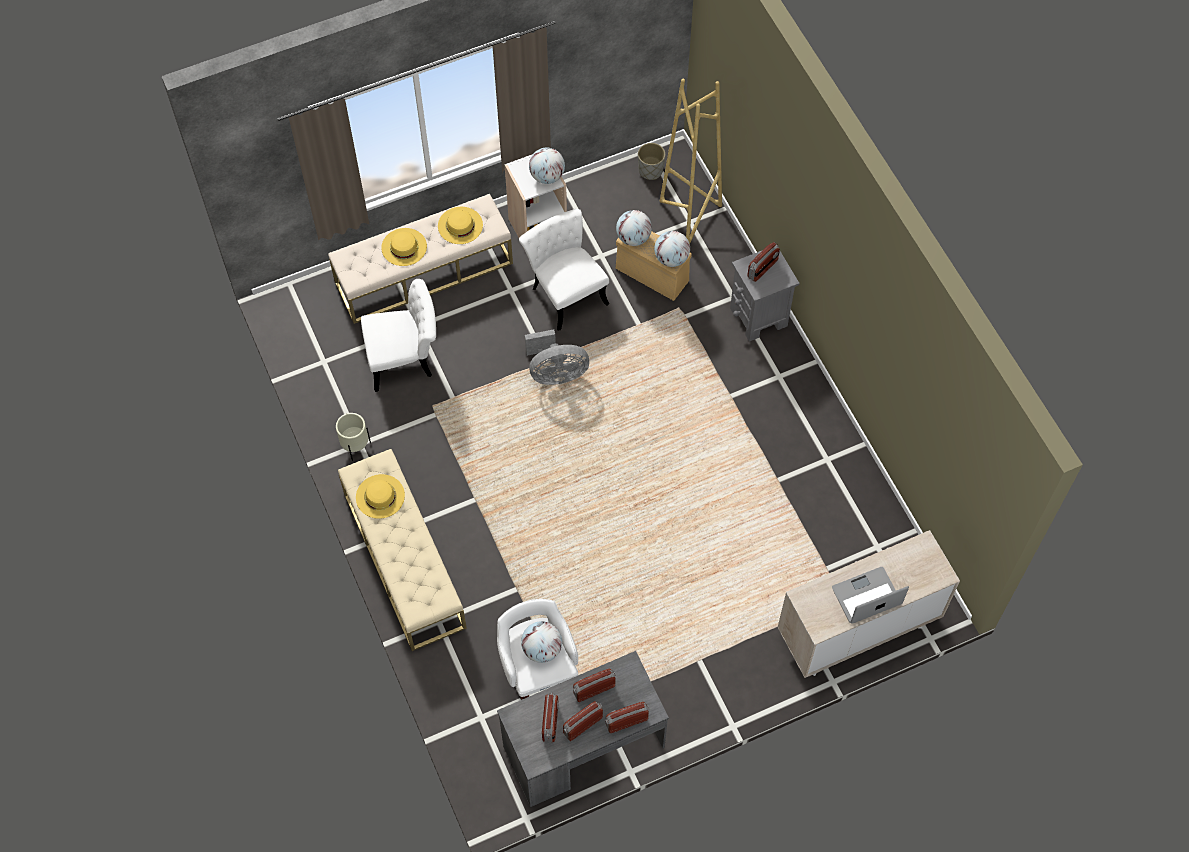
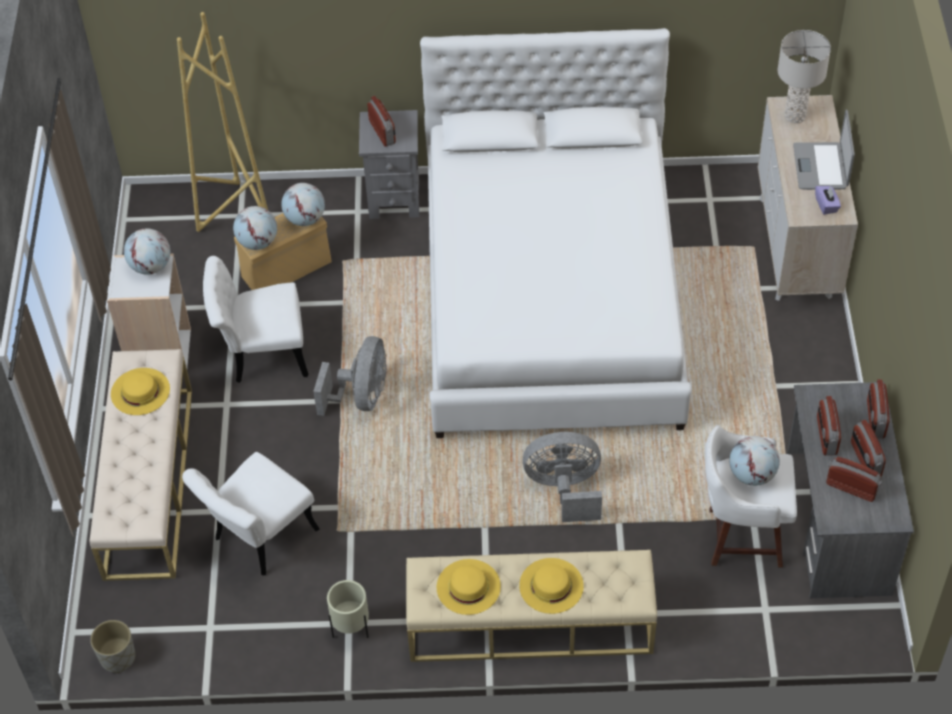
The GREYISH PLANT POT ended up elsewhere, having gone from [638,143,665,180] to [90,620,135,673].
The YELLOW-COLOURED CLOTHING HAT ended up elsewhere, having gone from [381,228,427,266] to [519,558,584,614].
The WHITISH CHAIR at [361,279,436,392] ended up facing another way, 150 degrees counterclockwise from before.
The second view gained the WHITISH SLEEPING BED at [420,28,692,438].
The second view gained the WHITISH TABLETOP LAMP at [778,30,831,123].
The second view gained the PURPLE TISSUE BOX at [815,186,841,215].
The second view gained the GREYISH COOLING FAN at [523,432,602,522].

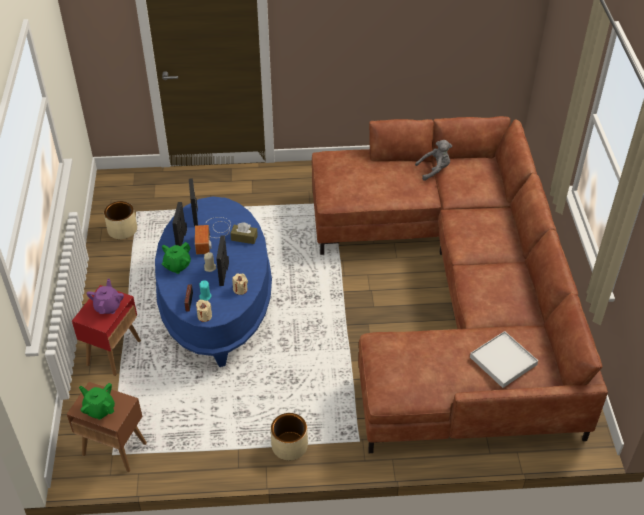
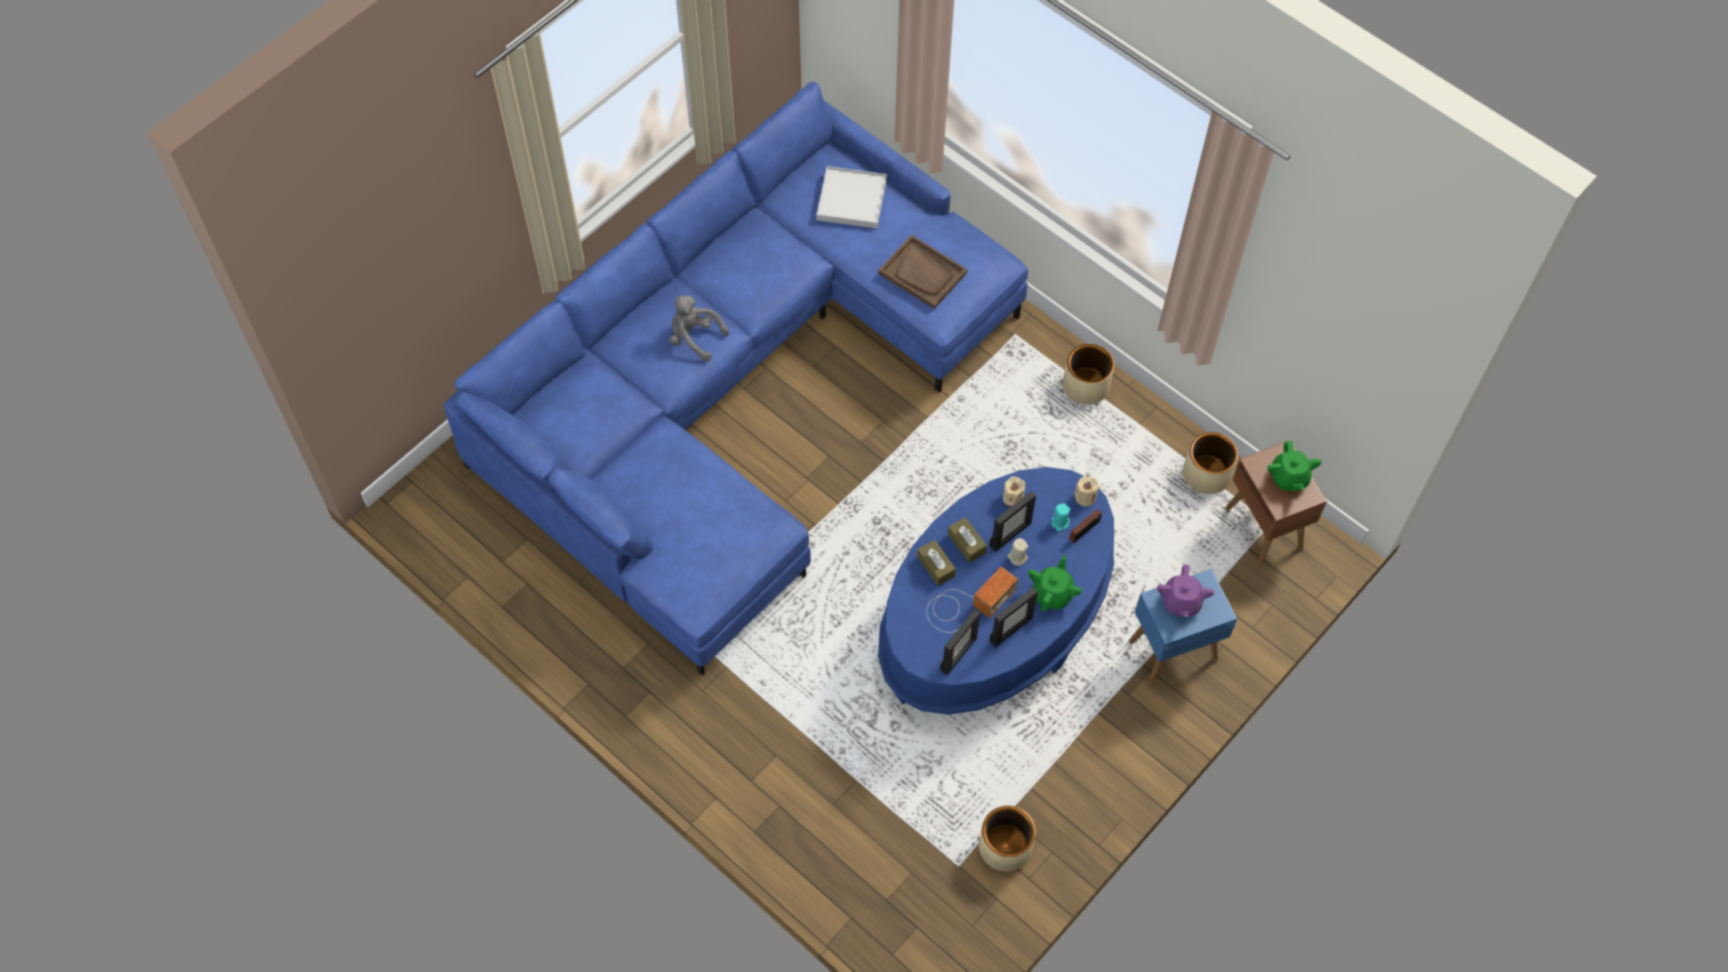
What was the BROWNISH SETTEE at [312,116,608,453] turned into the BLUE-COLOURED SETTEE at [444,82,1028,675].
The GREYISH SOFT TOY ended up elsewhere, having gone from [415,140,452,181] to [670,295,729,361].
The GREEN TEAPOT at [162,242,191,274] ended up facing another way, 60 degrees counterclockwise from before.
The PURPLE TEAPOT at [86,279,124,314] ended up facing another way, 45 degrees counterclockwise from before.
What was the RED ACCENT TABLE at [72,285,141,376] turned into the BLUE-COLOURED ACCENT TABLE at [1129,569,1237,685].
The second view gained the BROWNISH TRAY at [879,235,967,309].
The second view gained the BEIGE-COLOURED PLANT POT at [1183,432,1238,494].
The second view gained the BROWNISH TISSUE BOX at [948,517,987,563].

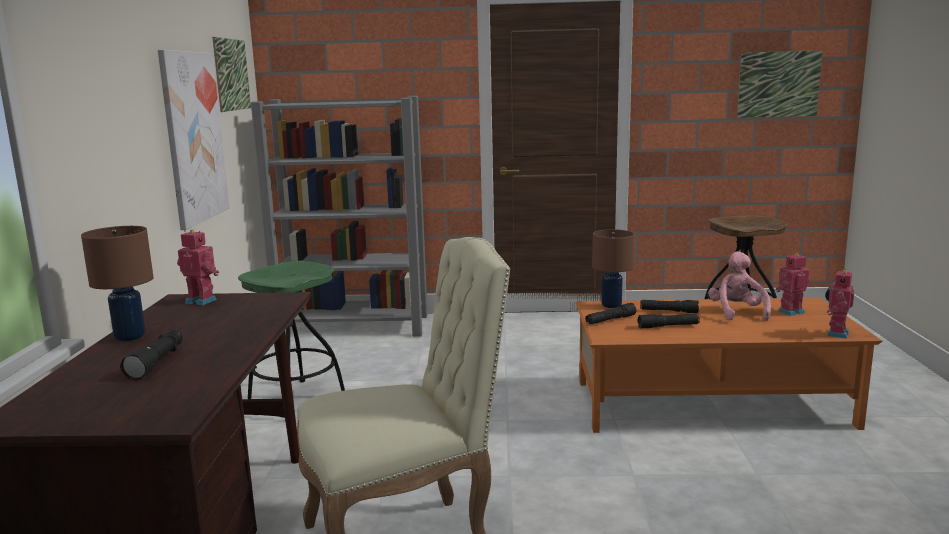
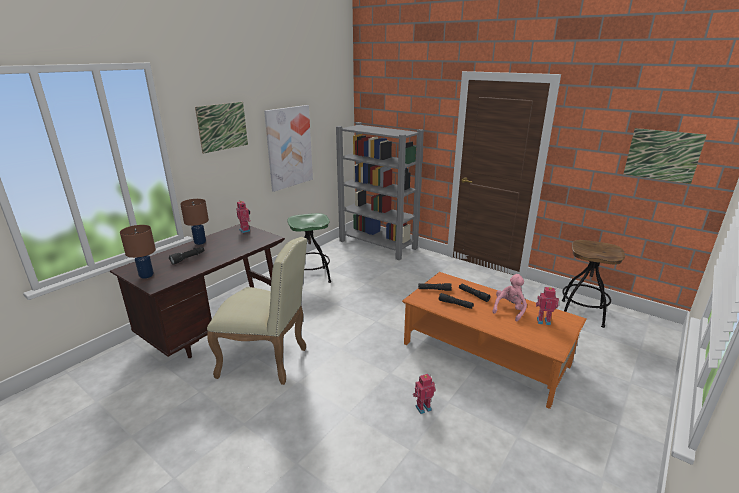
The WALL ART ended up elsewhere, having gone from [212,37,251,112] to [195,102,248,154].
The BROWNISH TABLETOP LAMP ended up elsewhere, having gone from [592,229,634,308] to [120,225,156,279].
The MODEL ROBOT ended up elsewhere, having gone from [825,269,855,339] to [413,374,436,414].

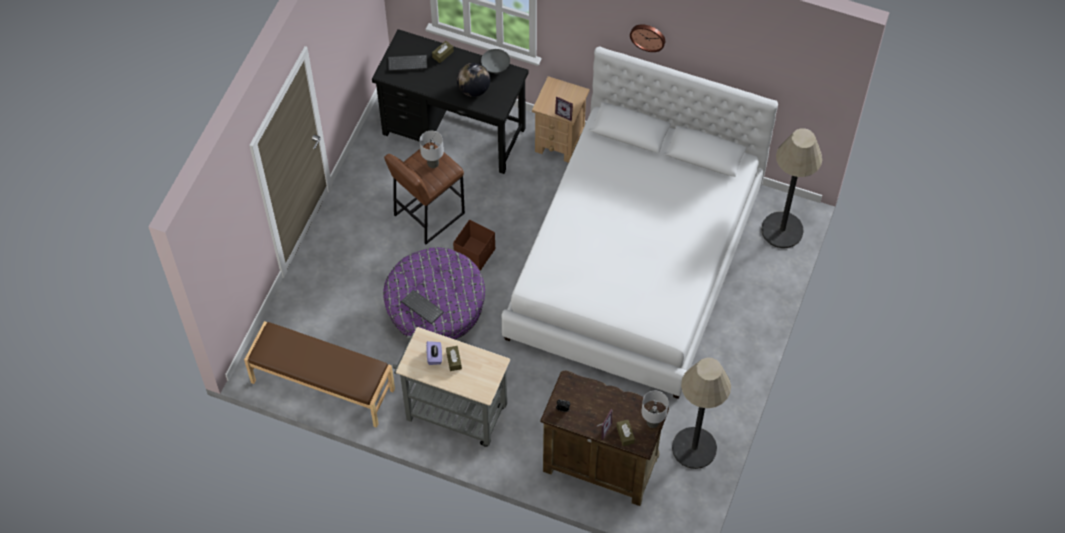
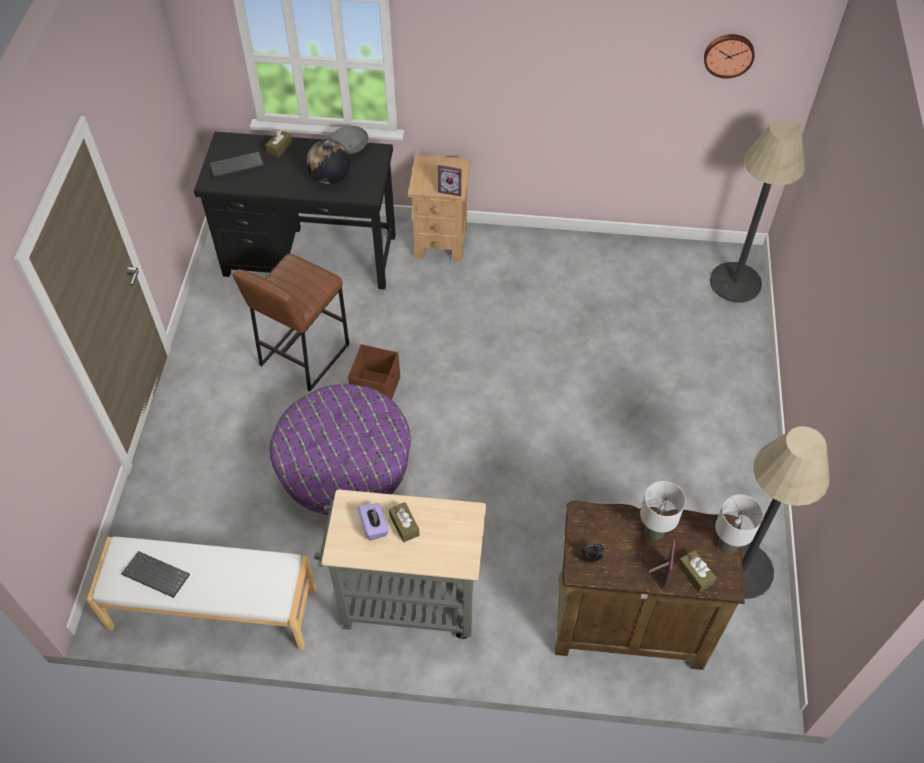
The WALL CLOCK ended up elsewhere, having gone from [630,25,665,52] to [704,34,755,79].
The second view lost the WHITISH SLEEPING BED at [502,46,778,399].
The WHITISH TABLETOP LAMP ended up elsewhere, having gone from [420,131,444,168] to [640,481,686,541].
The COMPUTER KEYBOARD ended up elsewhere, having gone from [401,290,444,324] to [121,551,190,598].
What was the BROWNISH BENCH at [244,321,395,428] turned into the WHITISH BENCH at [87,537,316,650].

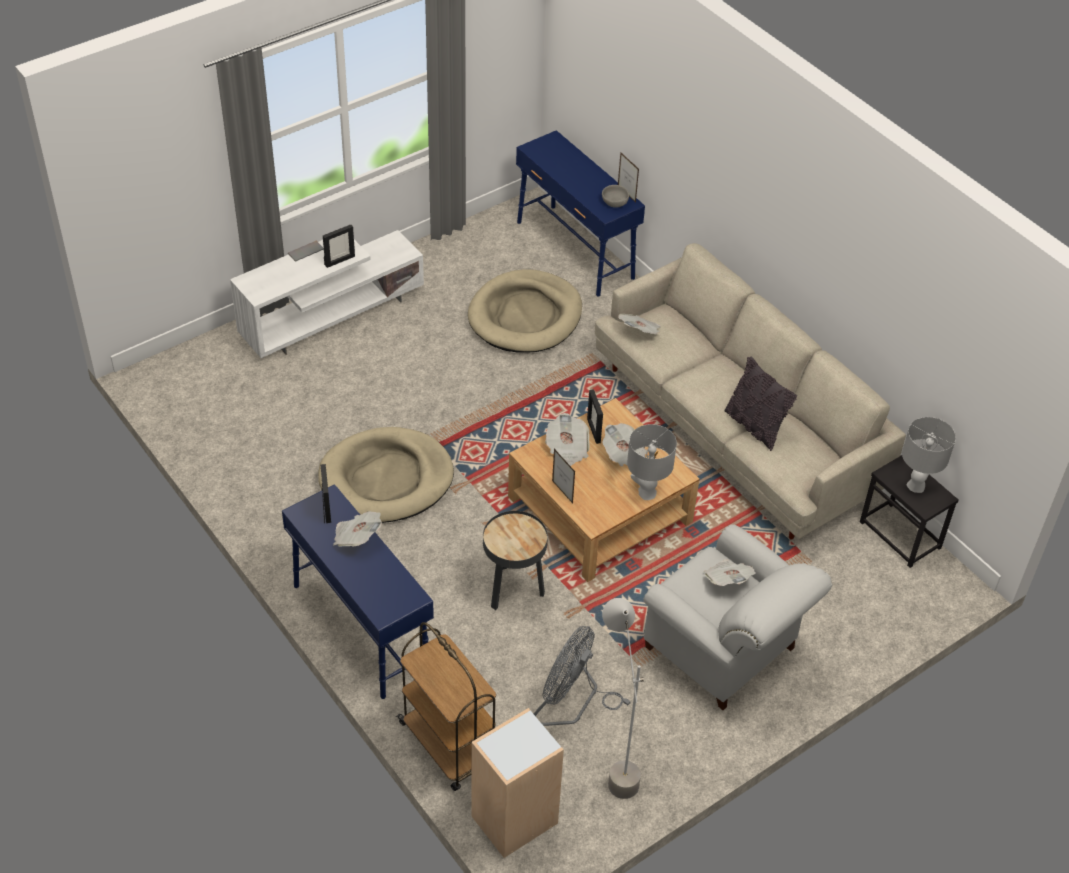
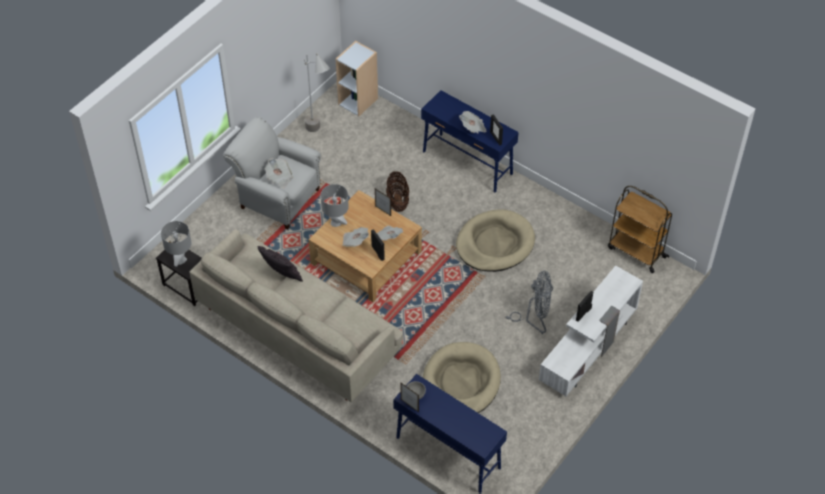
The second view lost the PRINTED PAPER at [618,314,661,335].
Where the BLACK ACCENT TABLE stood at [483,511,548,610], the HOUSEHOLD BASKET came to stand at [386,172,409,212].
The BROWNISH TROLLEY ended up elsewhere, having gone from [396,622,496,791] to [608,186,672,273].
The GREYISH COOLING FAN ended up elsewhere, having gone from [534,626,631,726] to [506,270,553,334].

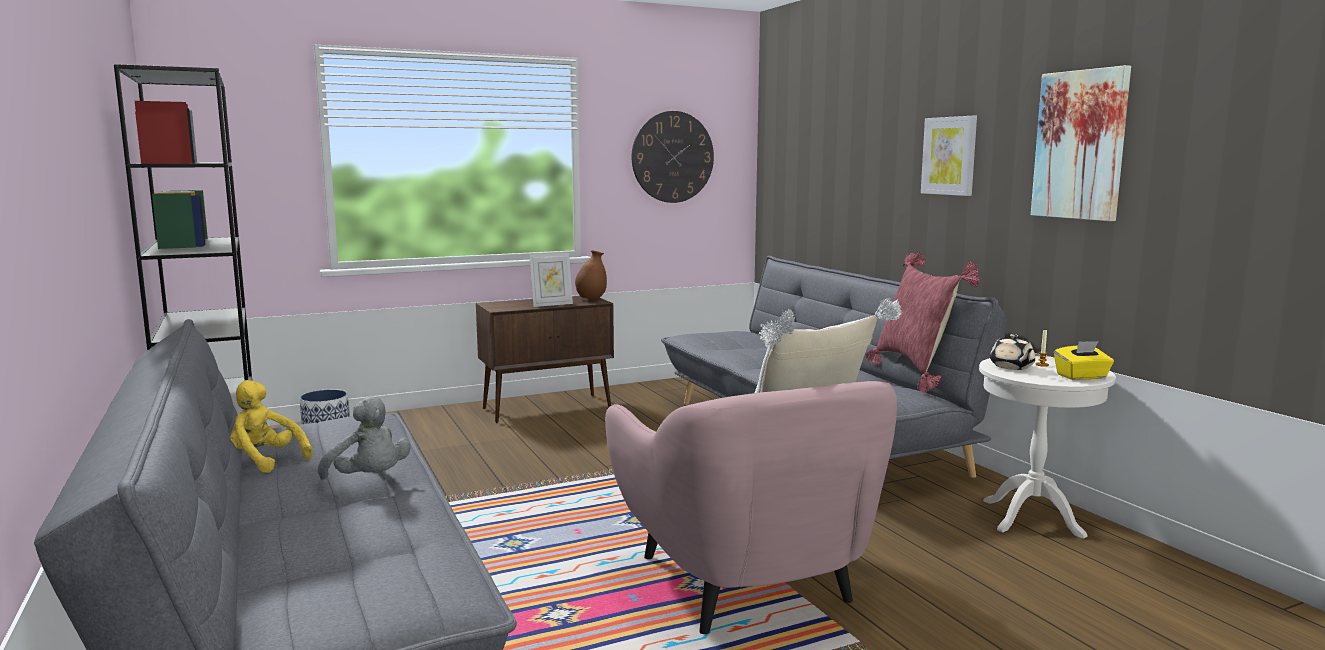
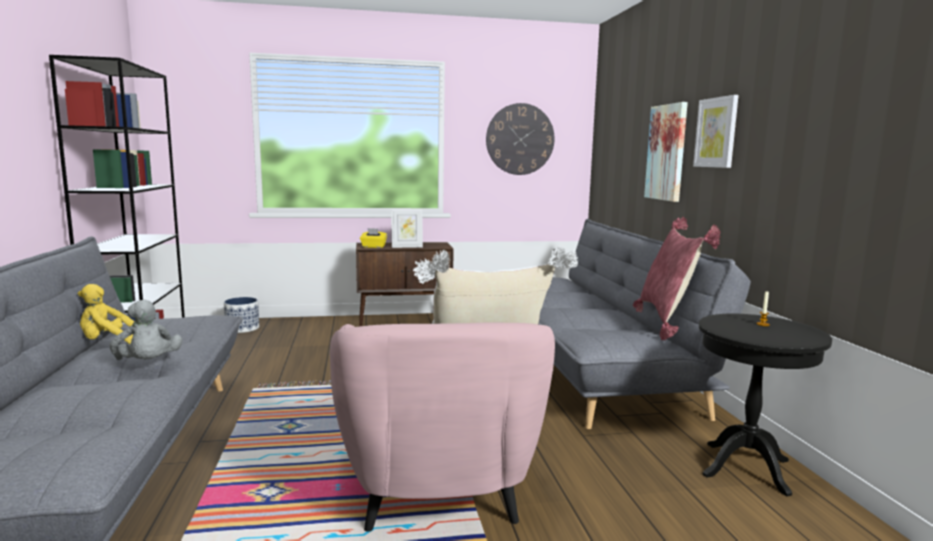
The WALL ART ended up elsewhere, having gone from [1031,65,1131,221] to [644,102,688,202].
The second view lost the BROWNISH DECORATIVE VASE at [575,250,607,300].
The second view lost the BEIGE-COLOURED TEAPOT at [990,334,1035,370].
The YELLOW-COLOURED TISSUE BOX ended up elsewhere, having gone from [1054,341,1114,380] to [360,228,387,248].
What was the WHITISH ACCENT TABLE at [979,356,1116,539] turned into the BLACK ACCENT TABLE at [699,314,832,496].
The YELLOW-COLOURED SOFT TOY at [230,380,313,473] ended up facing another way, 60 degrees counterclockwise from before.

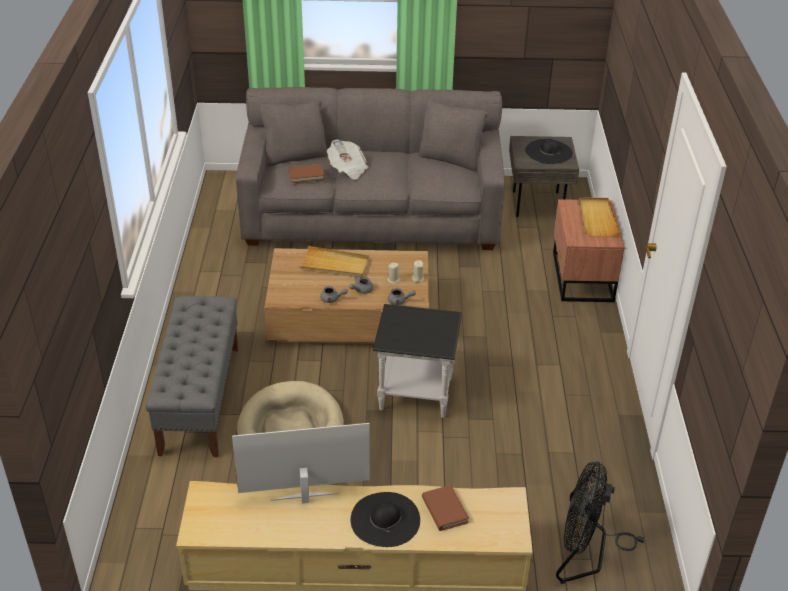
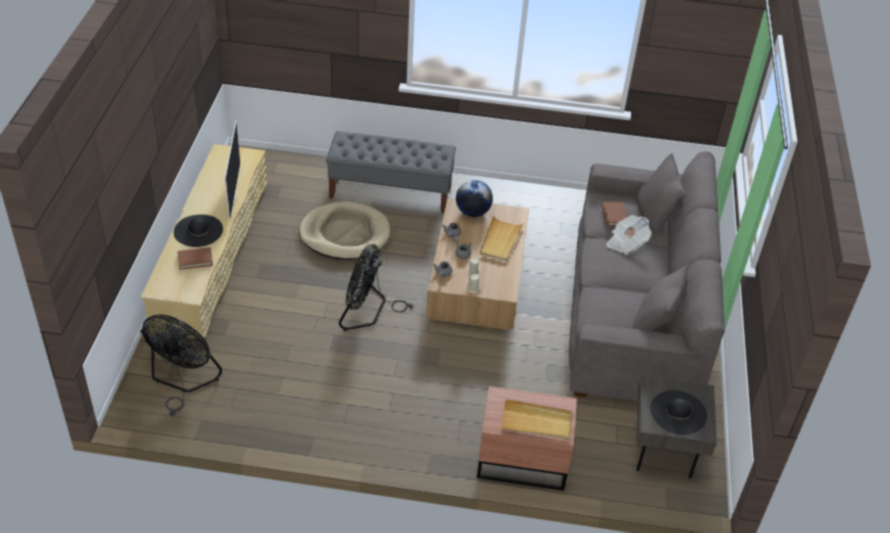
Where the BLACK ACCENT TABLE stood at [372,304,462,418], the BLACK COOLING FAN came to stand at [339,244,414,331].
The second view gained the DESK GLOBE at [456,180,493,217].

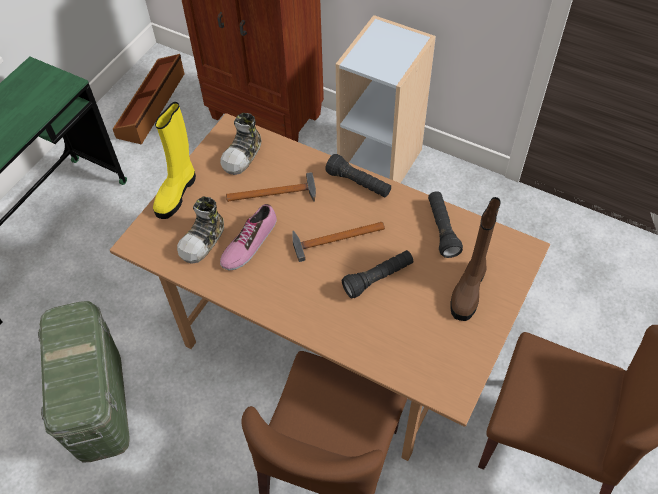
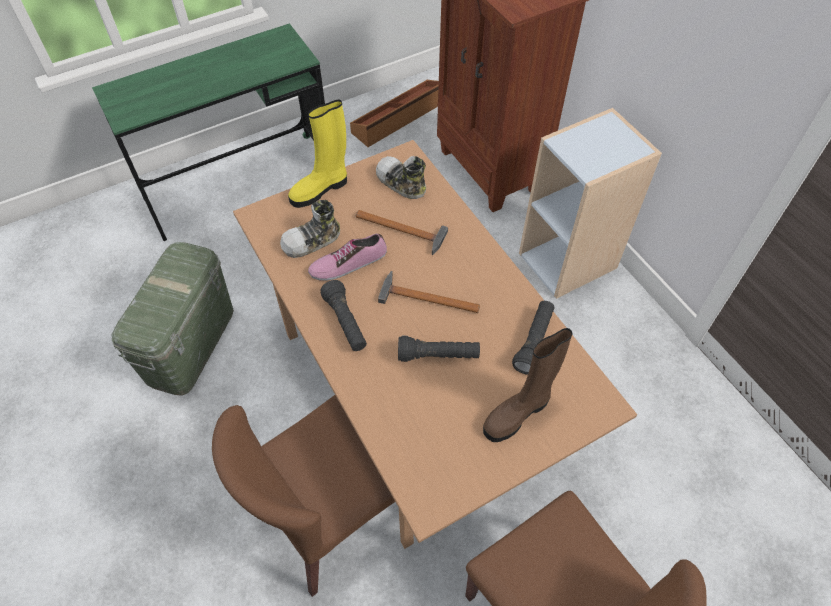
The LOW SHOE at [220,113,261,175] ended up facing another way, 75 degrees clockwise from before.
The BLACK FLASHLIGHT ended up elsewhere, having gone from [325,154,391,197] to [321,280,367,351].

